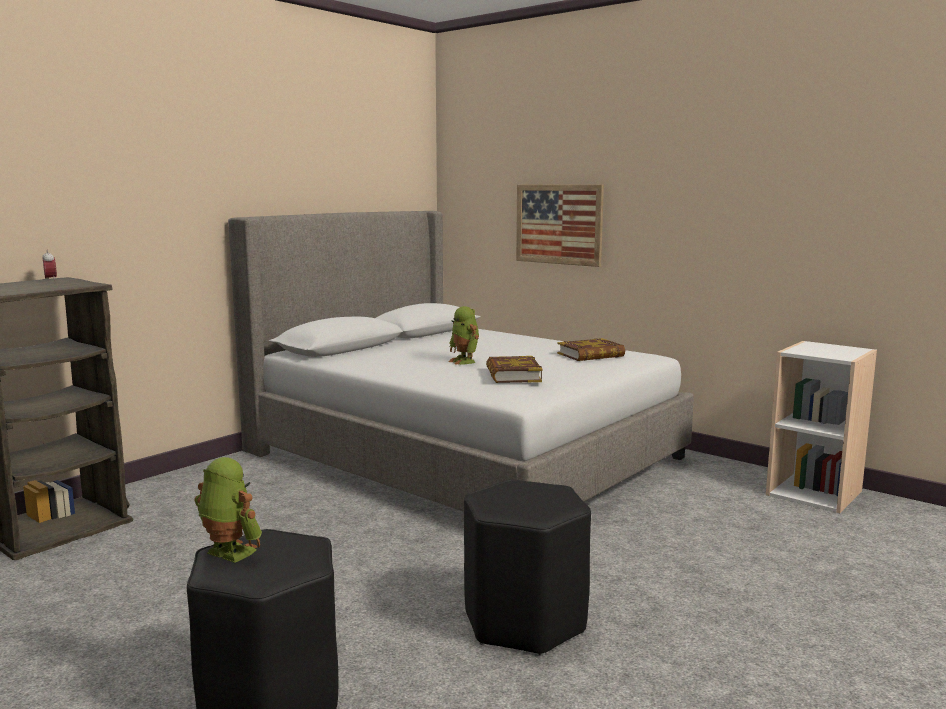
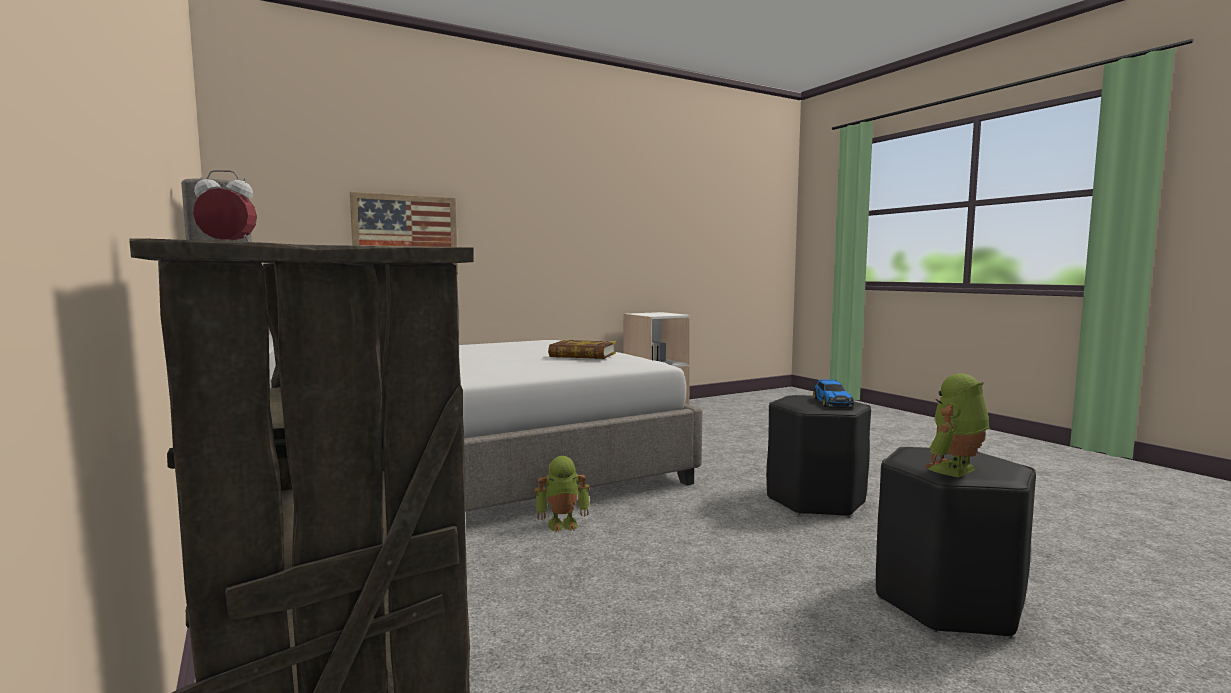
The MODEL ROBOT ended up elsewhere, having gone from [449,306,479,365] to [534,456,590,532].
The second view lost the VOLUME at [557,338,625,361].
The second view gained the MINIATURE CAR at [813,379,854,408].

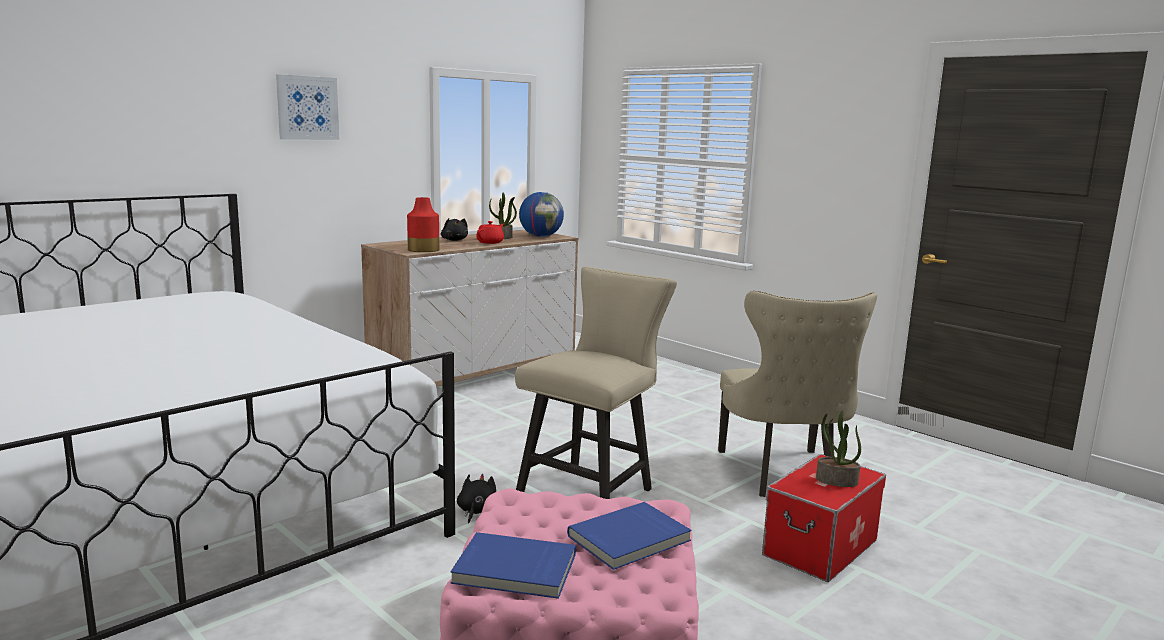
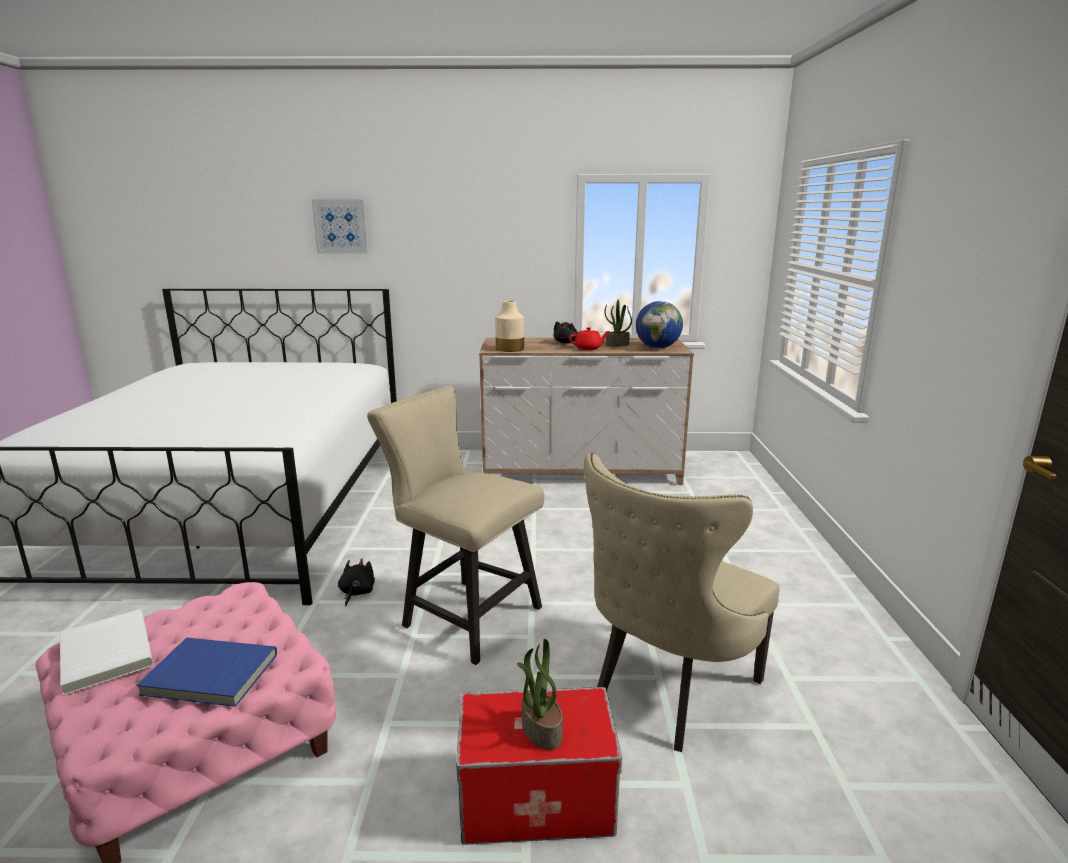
The WALL ART ended up elsewhere, having gone from [276,74,339,140] to [311,200,369,254].
What was the RED DECORATIVE VASE at [407,197,439,252] turned into the BEIGE-COLOURED DECORATIVE VASE at [495,300,524,352].
The BEIGE-COLOURED CHAIR at [515,266,677,499] ended up facing another way, 135 degrees counterclockwise from before.
The BLACK SOFT TOY at [457,474,496,524] ended up facing another way, 45 degrees counterclockwise from before.
What was the BLUE-COLOURED VOLUME at [451,532,576,599] turned into the WHITISH VOLUME at [60,609,153,696].

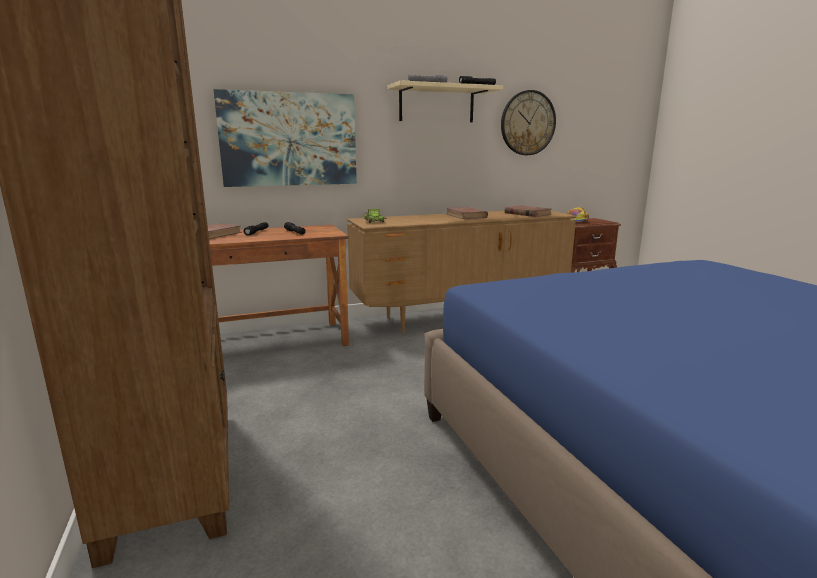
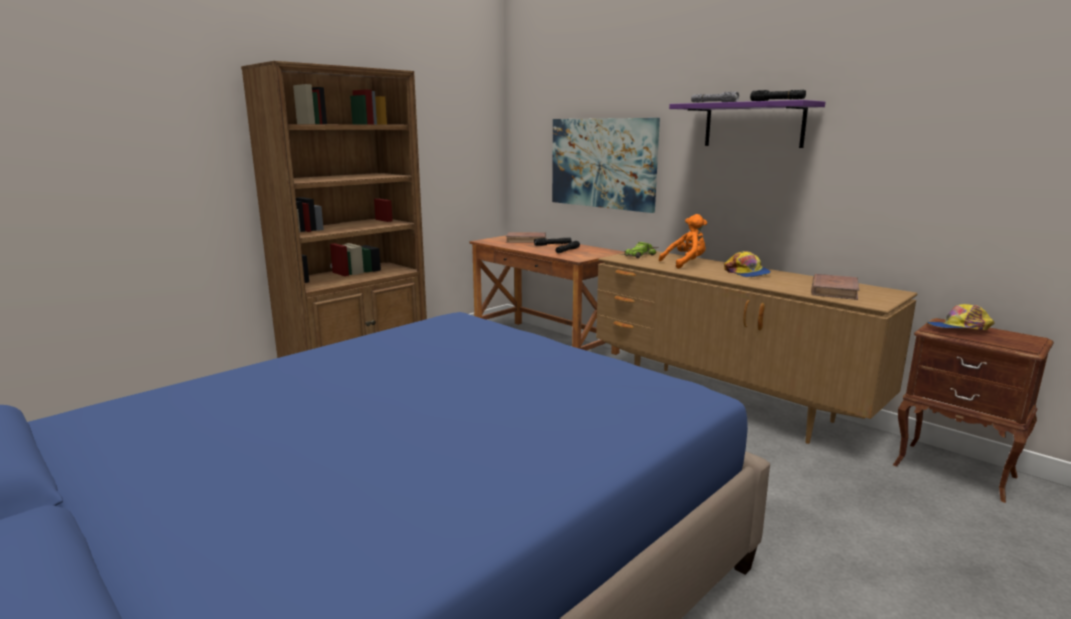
What was the BEIGE-COLOURED SHELF at [387,80,503,122] turned into the PURPLE SHELF at [669,100,825,148].
The second view lost the WALL CLOCK at [501,90,556,155].
Where the BROWNISH VOLUME stood at [446,207,488,219], the PEAKED CAP came to stand at [724,251,771,277].
The second view gained the ORANGEY SOFT TOY at [659,214,707,269].

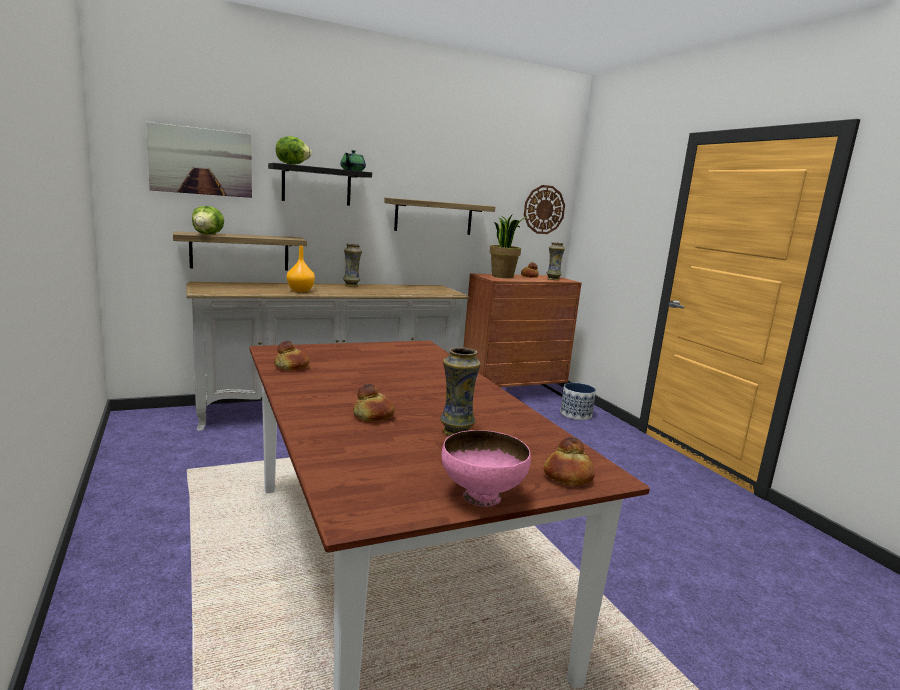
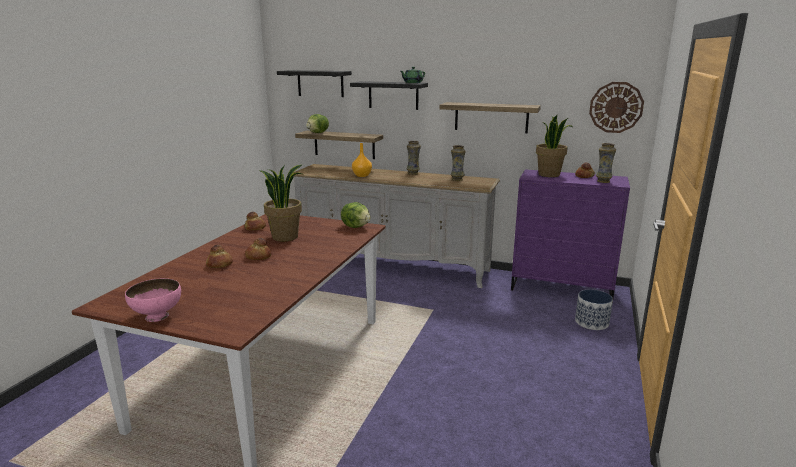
Where the WALL ART hung at [146,122,252,198], the BLACK SHELF came to hang at [277,70,352,97].
The HEAD OF LETTUCE ended up elsewhere, having gone from [276,136,312,165] to [341,202,371,228].
What was the BROWNISH DRAWER CHEST at [463,274,582,397] turned into the PURPLE DRAWER CHEST at [511,169,630,304].
The DECORATIVE VASE ended up elsewhere, having gone from [440,347,481,436] to [451,145,466,181].
The BAKERY BREAD ended up elsewhere, having gone from [544,437,595,486] to [245,238,272,260].
The second view gained the HOUSEPLANT at [259,165,302,241].

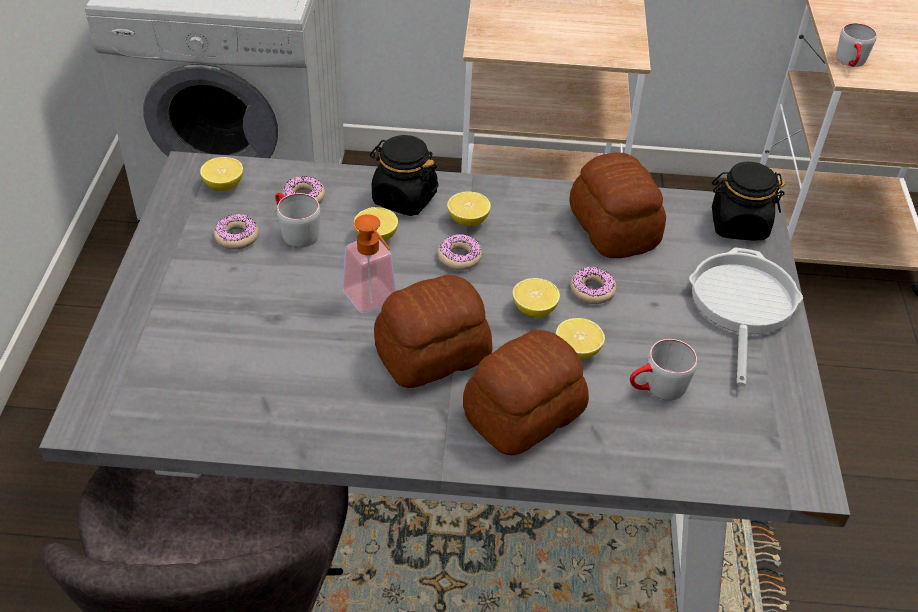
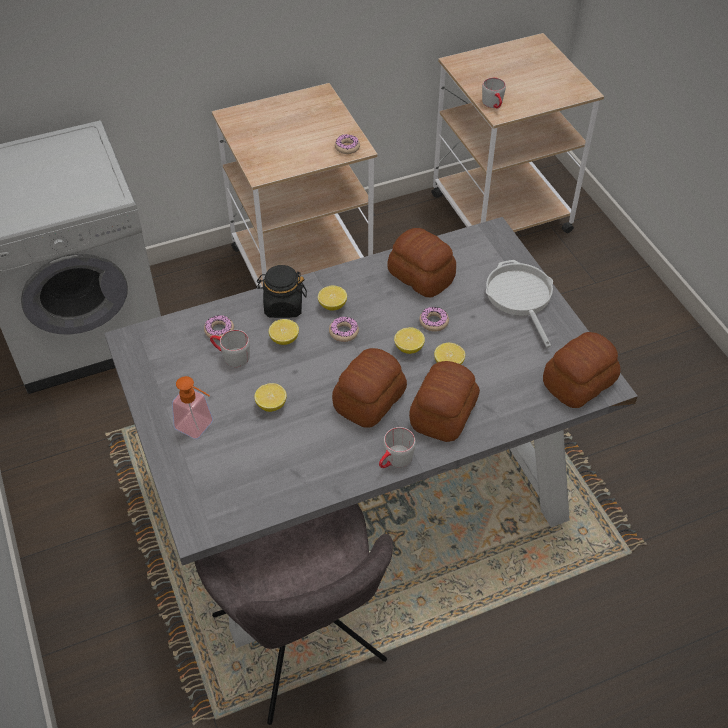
The WHOLE LEMON ended up elsewhere, having gone from [200,157,243,191] to [255,383,287,412].
The second view lost the BLACK STORAGE JAR at [712,162,785,240].
The DOUGHNUT ended up elsewhere, having gone from [214,214,259,249] to [335,134,360,154].
The SOAP BOTTLE ended up elsewhere, having gone from [342,214,396,314] to [172,376,213,439].
The GREYISH TEA MUG ended up elsewhere, having gone from [630,339,697,400] to [379,427,416,468].
The second view gained the BAKERY BREAD at [543,332,620,408].

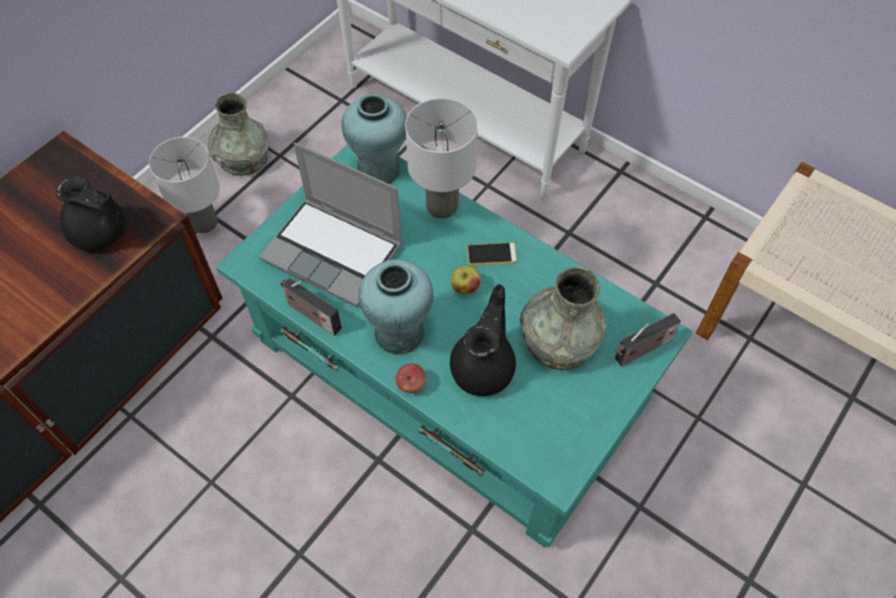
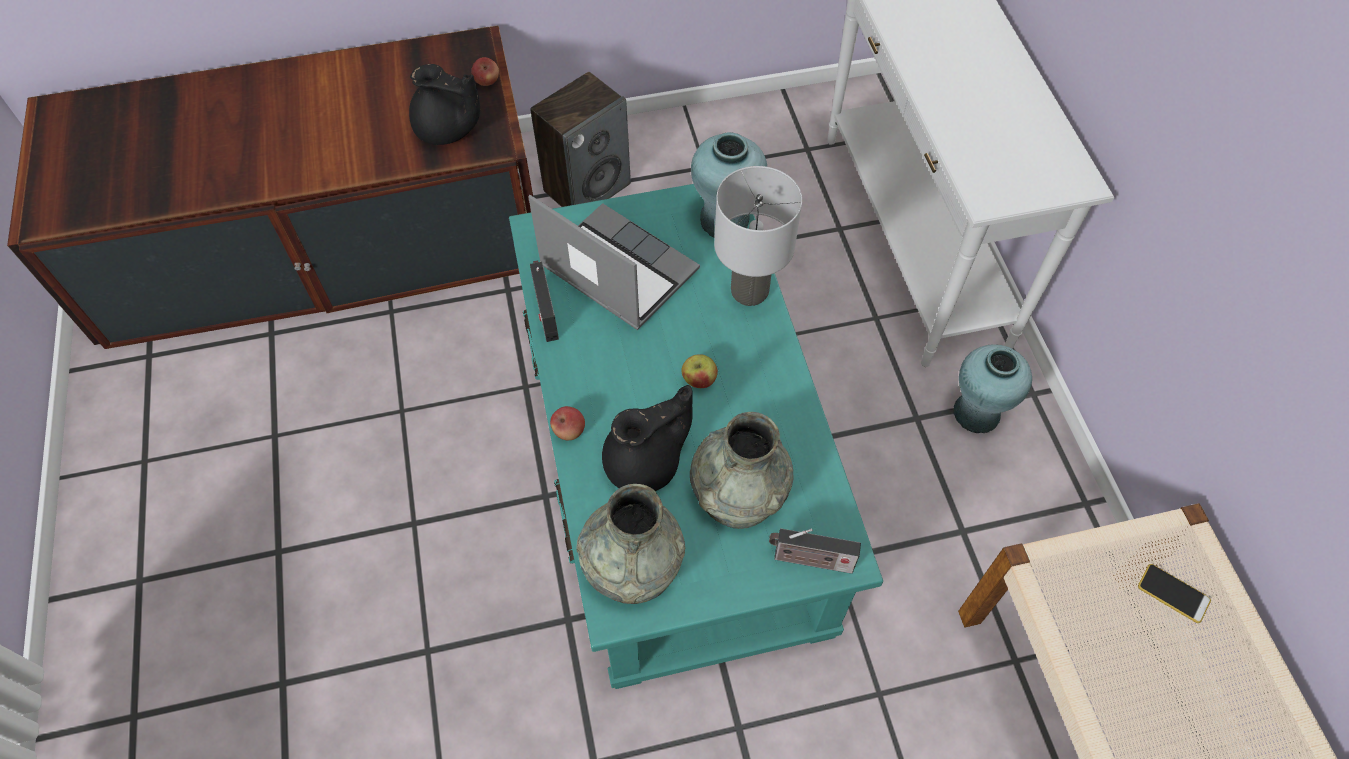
The GREYISH DECORATIVE VASE ended up elsewhere, having gone from [208,93,269,176] to [576,484,685,604].
Where the WHITISH TABLETOP LAMP stood at [149,137,220,233], the LOUDSPEAKER came to stand at [530,72,631,207].
The NOTEBOOK COMPUTER at [259,143,403,307] ended up facing another way, 150 degrees clockwise from before.
The BLACK TEAPOT at [56,176,126,251] ended up facing another way, 45 degrees counterclockwise from before.
The PHONE ended up elsewhere, having gone from [467,242,517,265] to [1138,564,1211,623].
The BLUE-GREEN DECORATIVE VASE ended up elsewhere, having gone from [358,259,433,355] to [953,344,1032,433].
The second view gained the WHOLE APPLE at [471,57,499,86].

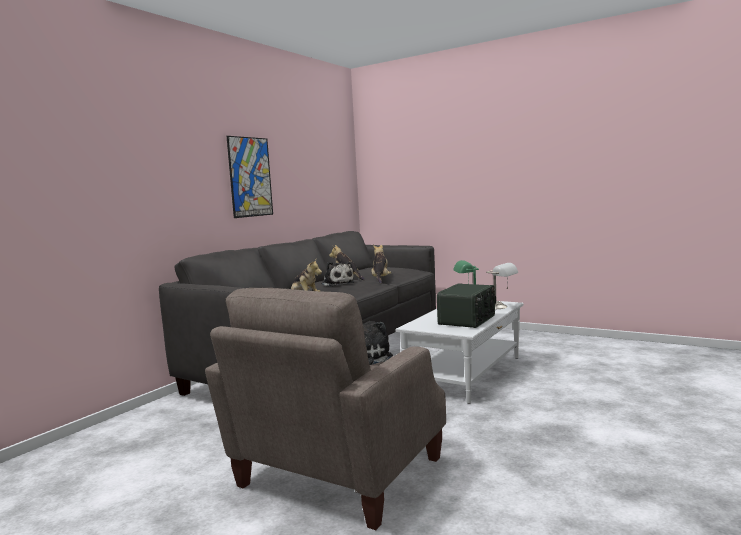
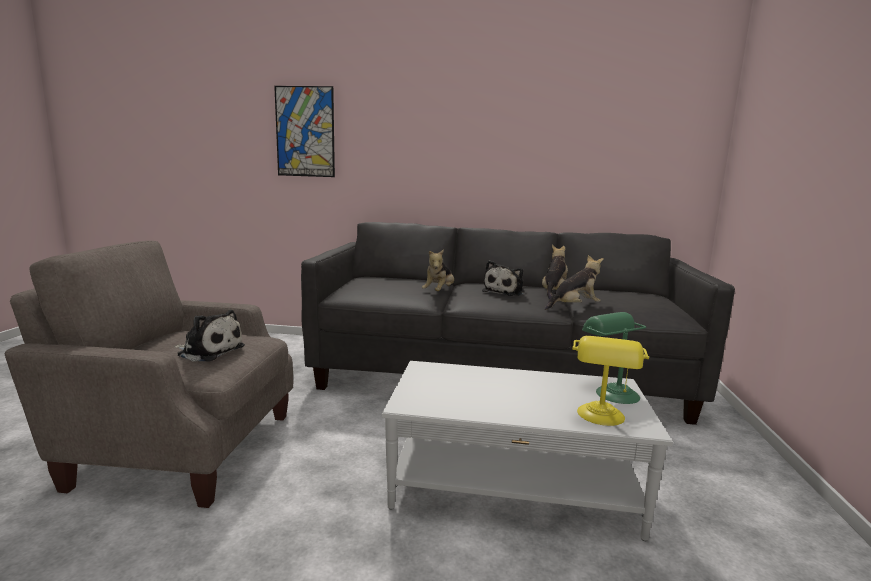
The WALL ART ended up elsewhere, having gone from [227,136,273,218] to [274,86,335,177].
What was the WHITISH TABLETOP LAMP at [486,263,518,309] turned into the YELLOW-COLOURED TABLETOP LAMP at [572,336,649,426].
The second view lost the RADIO SET at [437,283,496,328].

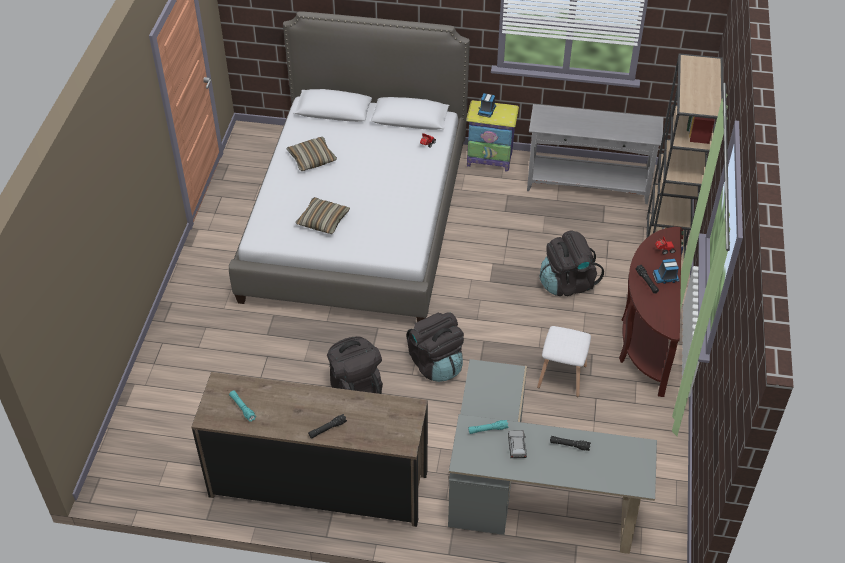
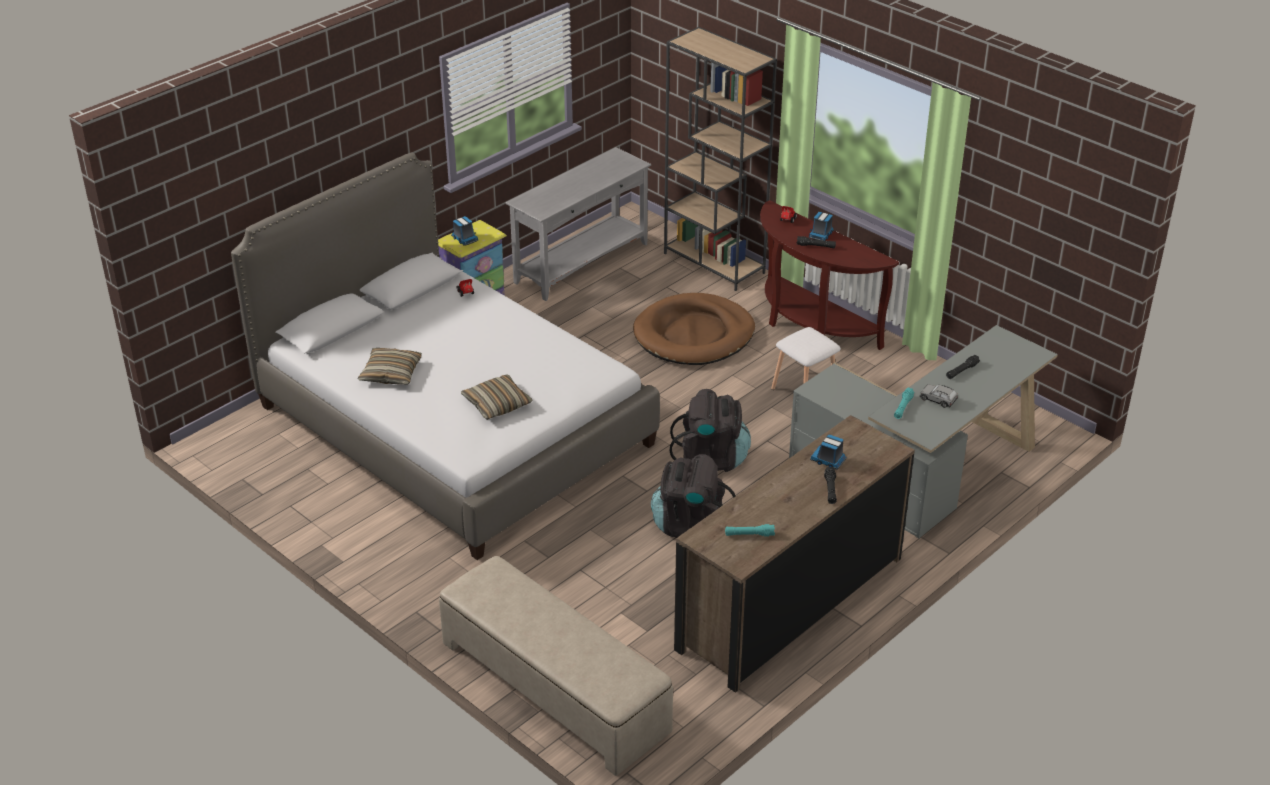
Where the BLACK KNAPSACK stood at [540,231,604,296], the BROWNISH DOG CUSHION came to stand at [633,293,755,365].
The second view gained the TOY TRUCK at [810,435,846,470].
The second view gained the BEIGE-COLOURED BENCH at [439,556,673,776].

